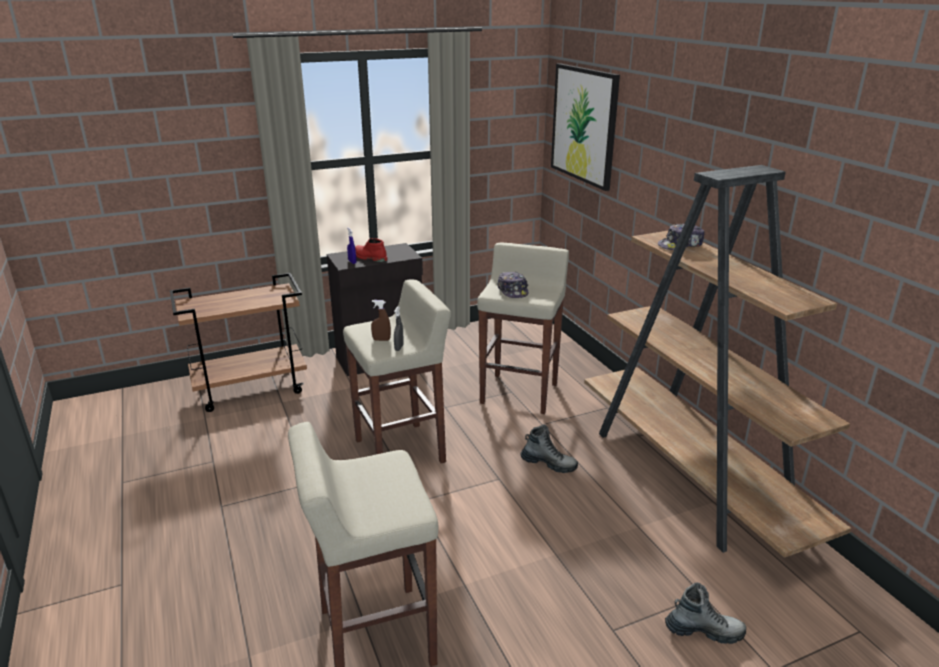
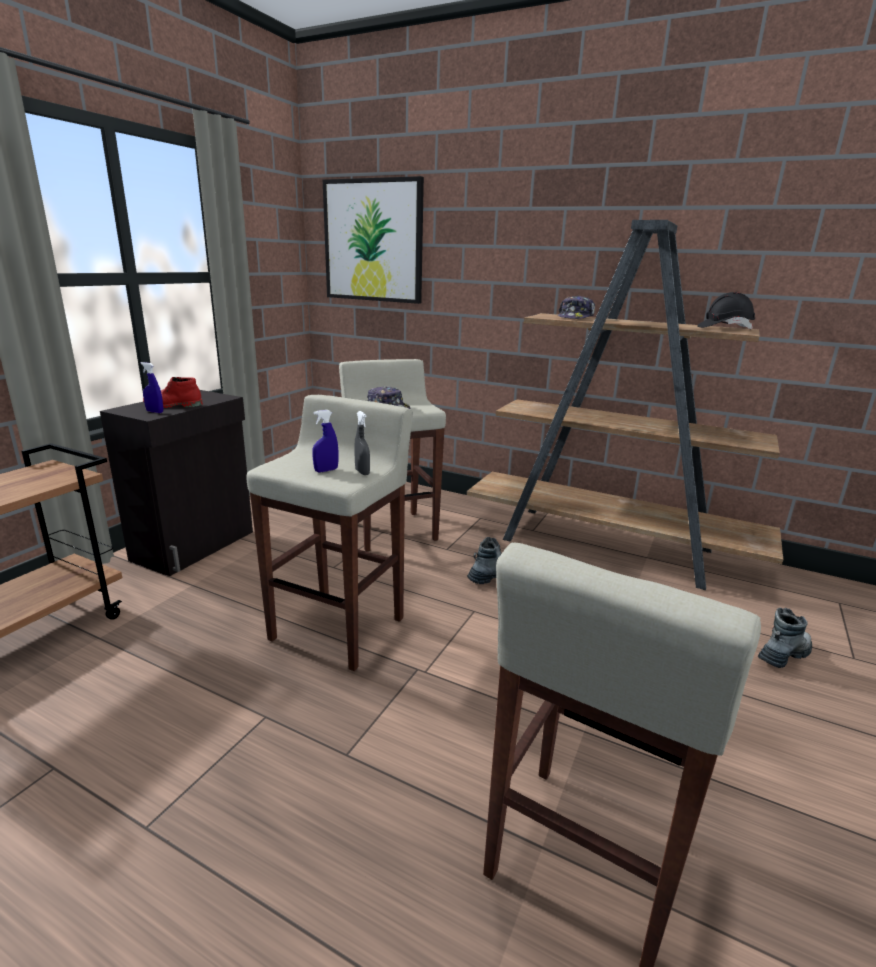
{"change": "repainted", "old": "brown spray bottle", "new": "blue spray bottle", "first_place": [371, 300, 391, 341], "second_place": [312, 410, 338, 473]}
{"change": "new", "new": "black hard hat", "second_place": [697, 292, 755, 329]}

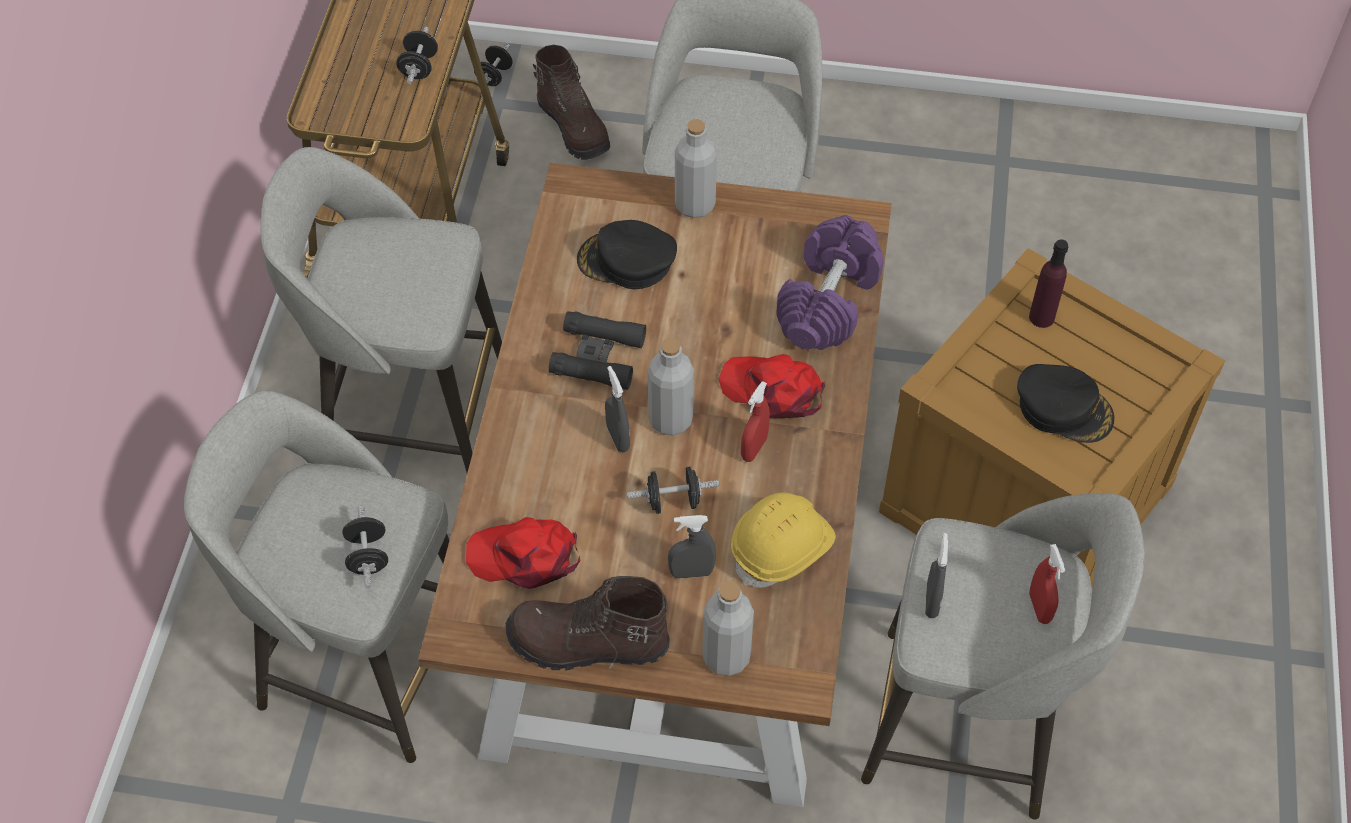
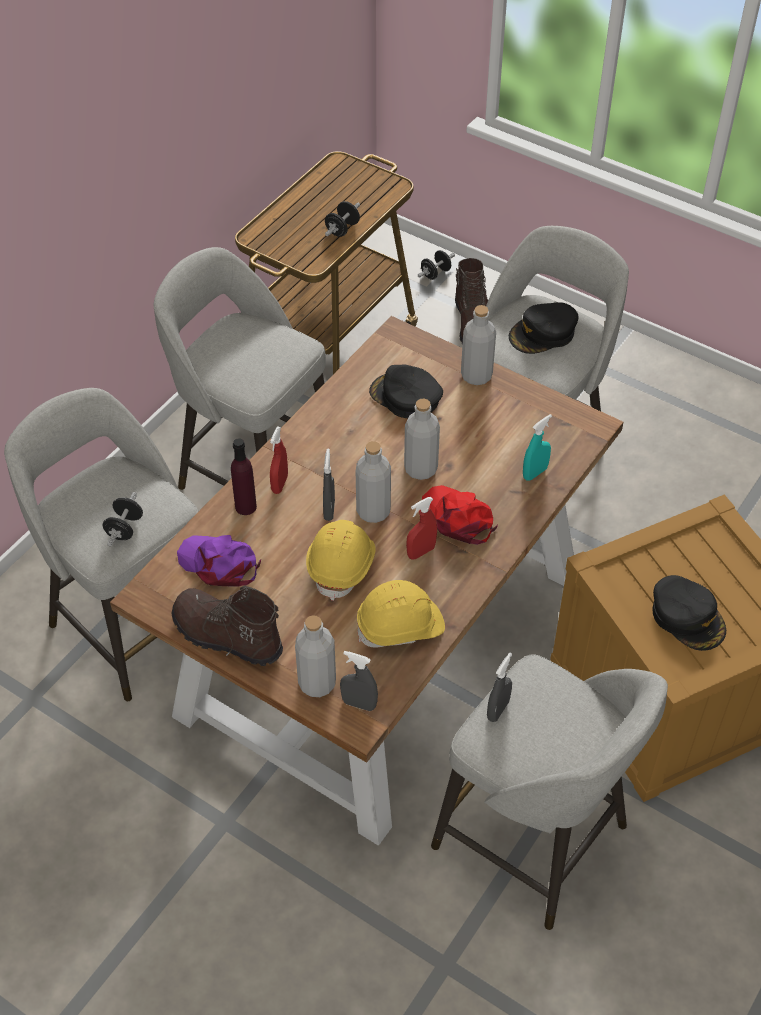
{"change": "swapped", "old": "purple dumbbell", "new": "turquoise spray bottle", "first_place": [776, 215, 884, 350], "second_place": [523, 414, 552, 481]}
{"change": "shifted", "old": "purple bottle", "first_place": [1029, 239, 1068, 328], "second_place": [231, 438, 257, 515]}
{"change": "gone", "old": "black binoculars", "first_place": [548, 311, 646, 390]}
{"change": "swapped", "old": "black dumbbell", "new": "yellow hard hat", "first_place": [627, 466, 719, 514], "second_place": [306, 520, 376, 601]}
{"change": "shifted", "old": "grey spray bottle", "first_place": [668, 515, 716, 579], "second_place": [340, 651, 378, 711]}
{"change": "repainted", "old": "red cap", "new": "purple cap", "first_place": [466, 517, 580, 589], "second_place": [177, 535, 261, 587]}
{"change": "shifted", "old": "red spray bottle", "first_place": [1029, 544, 1065, 624], "second_place": [270, 426, 288, 494]}
{"change": "new", "new": "black cap", "second_place": [509, 302, 579, 354]}
{"change": "new", "new": "grey bottle", "second_place": [404, 398, 440, 480]}

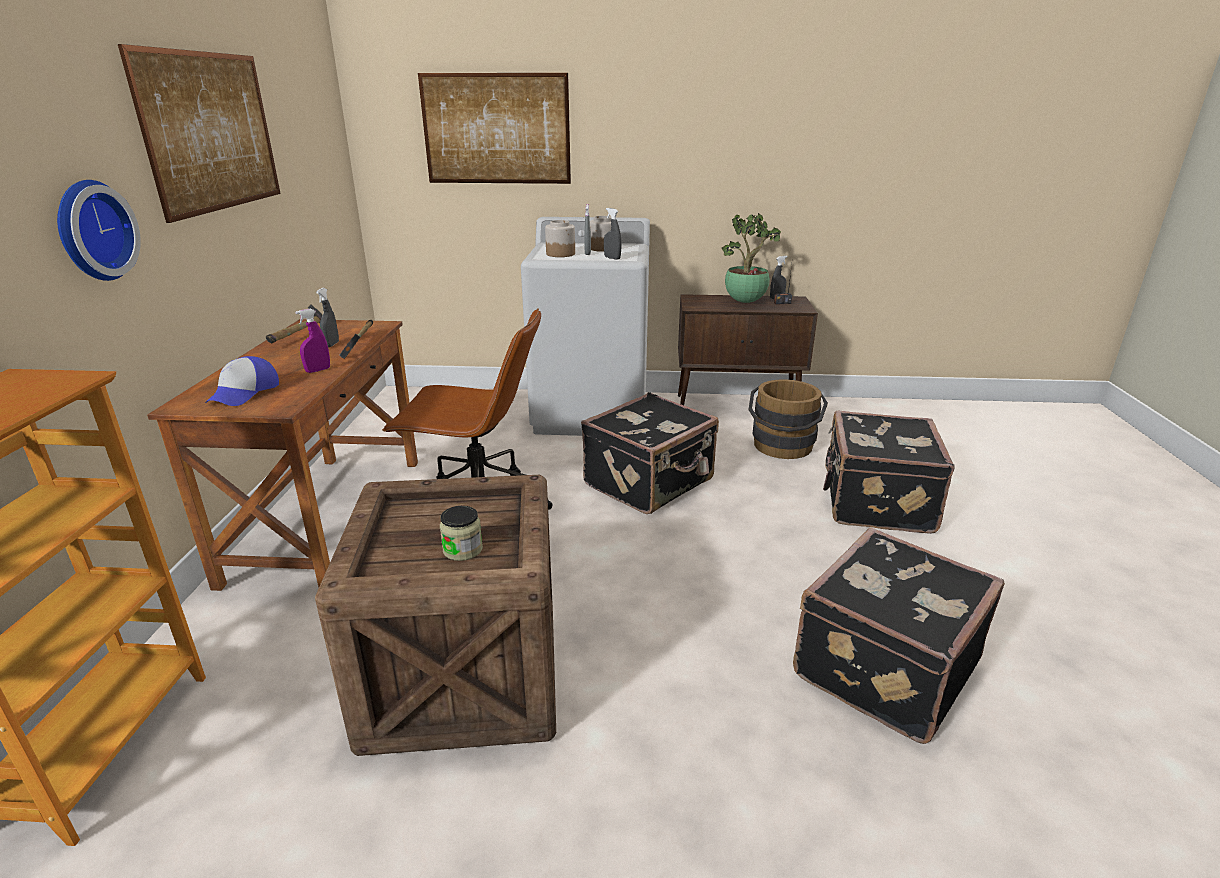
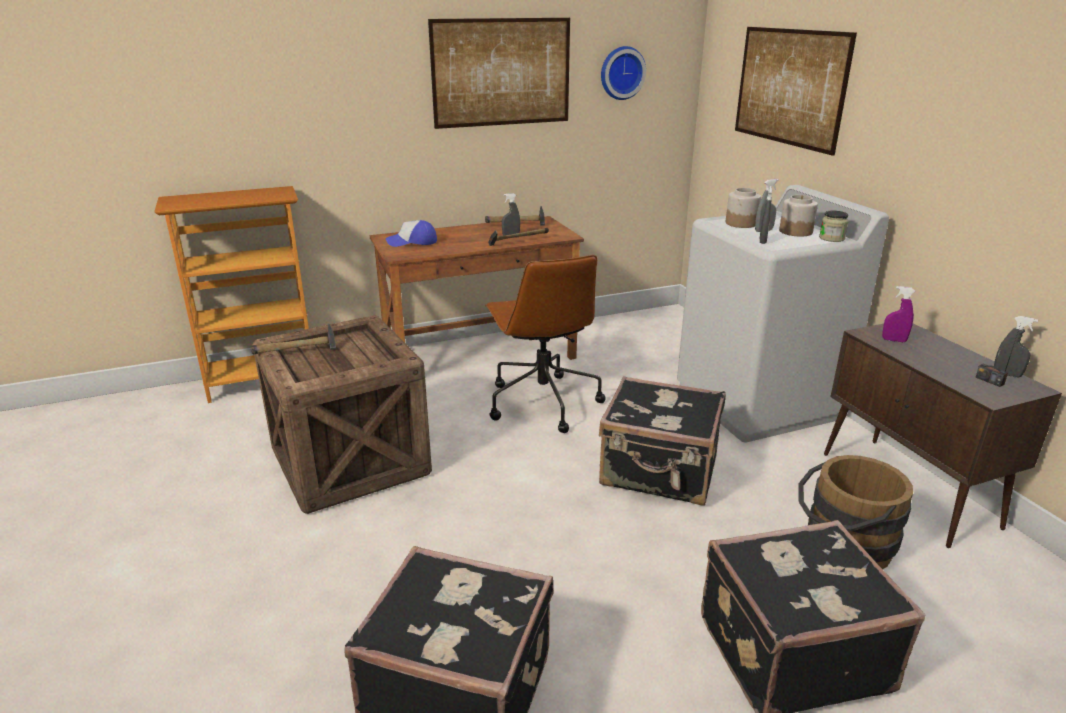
{"change": "shifted", "old": "wall clock", "first_place": [57, 180, 141, 281], "second_place": [601, 46, 646, 100]}
{"change": "gone", "old": "potted plant", "first_place": [721, 213, 781, 303]}
{"change": "shifted", "old": "purple spray bottle", "first_place": [295, 308, 330, 373], "second_place": [882, 286, 915, 342]}
{"change": "shifted", "old": "jar", "first_place": [440, 506, 483, 561], "second_place": [819, 211, 849, 242]}
{"change": "new", "new": "hammer", "second_place": [251, 323, 336, 354]}

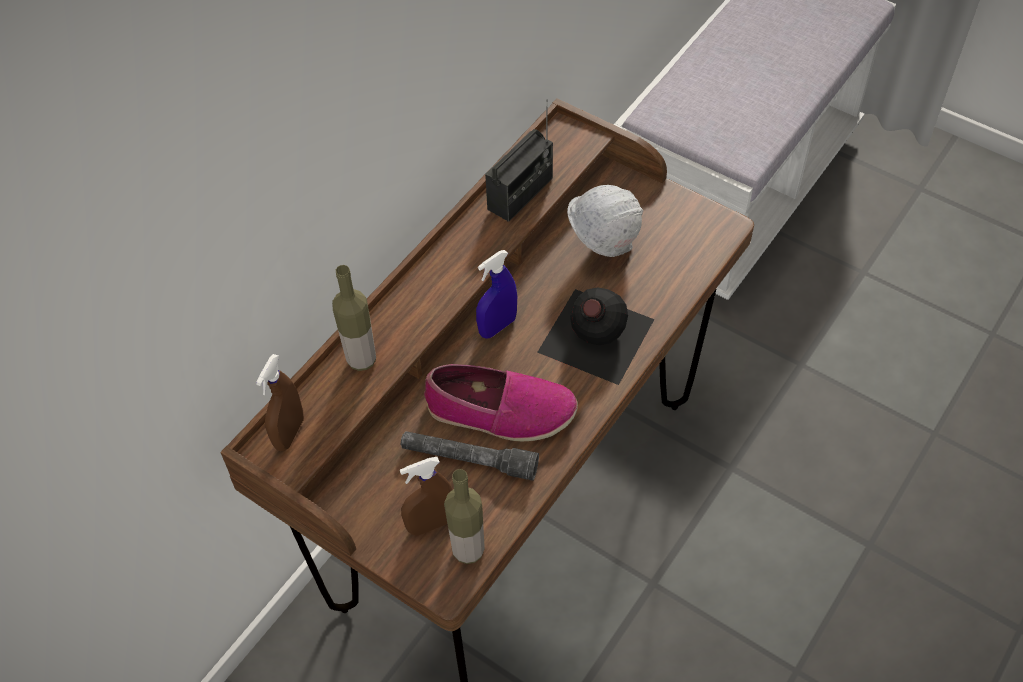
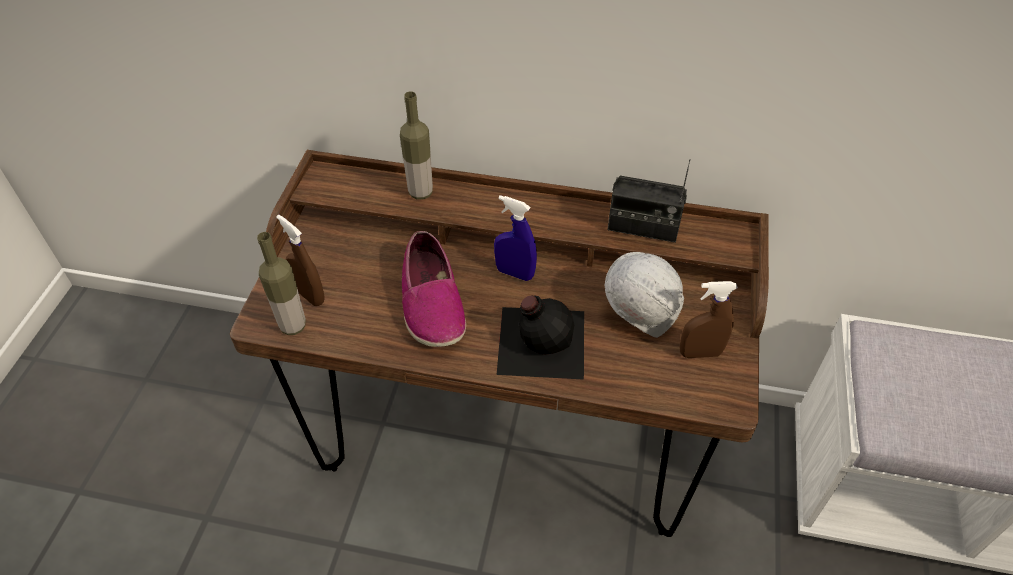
{"change": "shifted", "old": "brown spray bottle", "first_place": [256, 354, 304, 451], "second_place": [679, 281, 738, 358]}
{"change": "gone", "old": "grey flashlight", "first_place": [401, 431, 539, 481]}

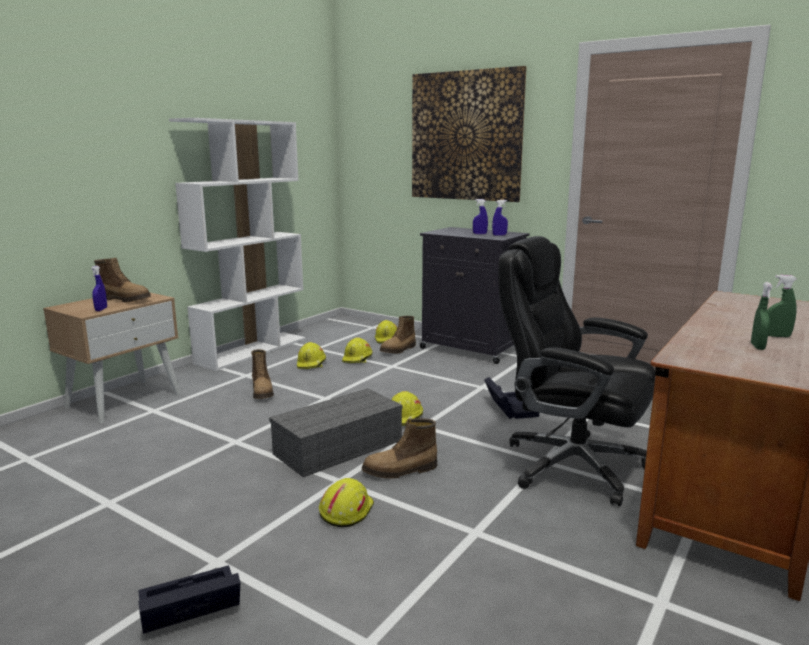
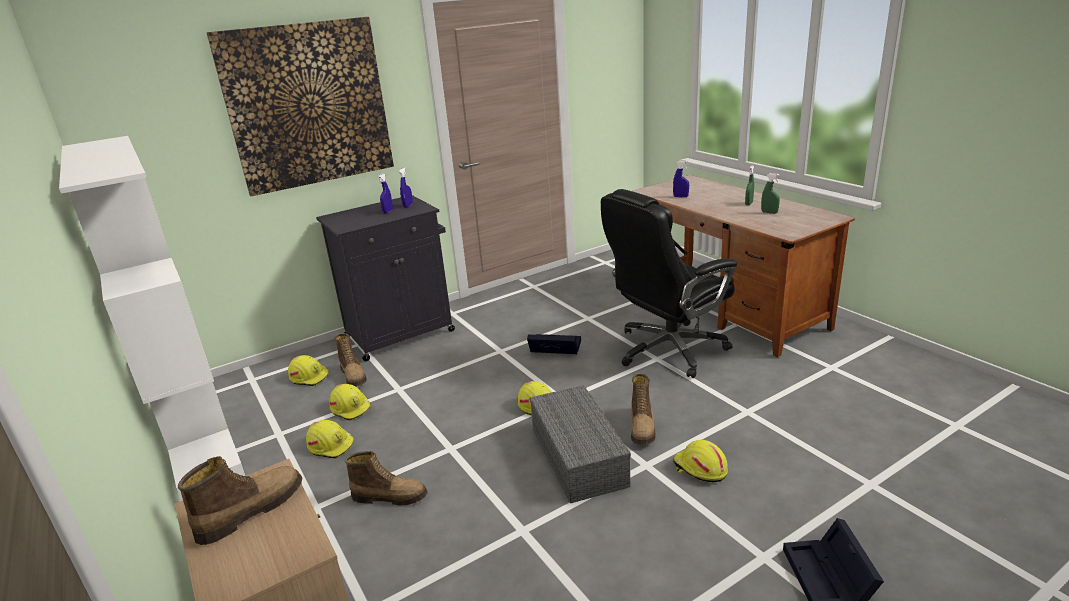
{"change": "shifted", "old": "blue spray bottle", "first_place": [91, 266, 107, 311], "second_place": [673, 161, 689, 198]}

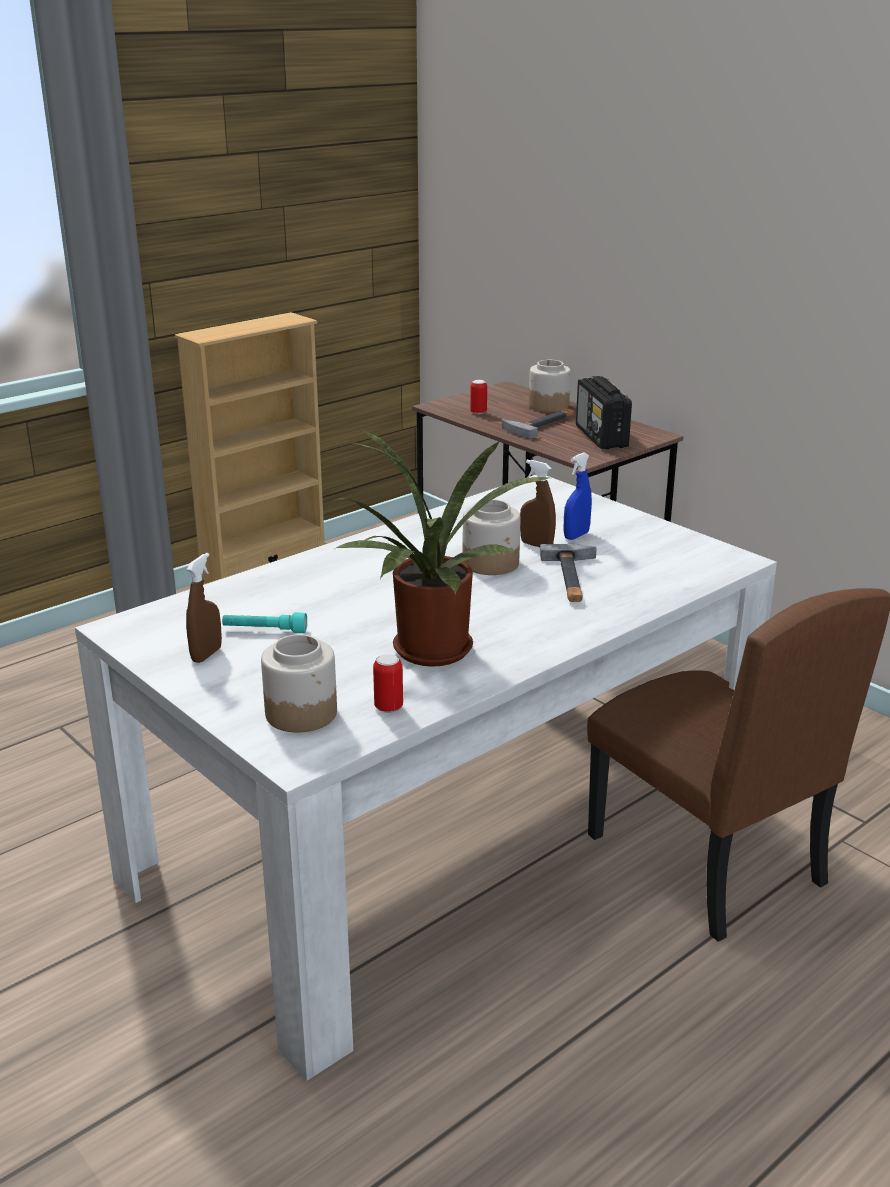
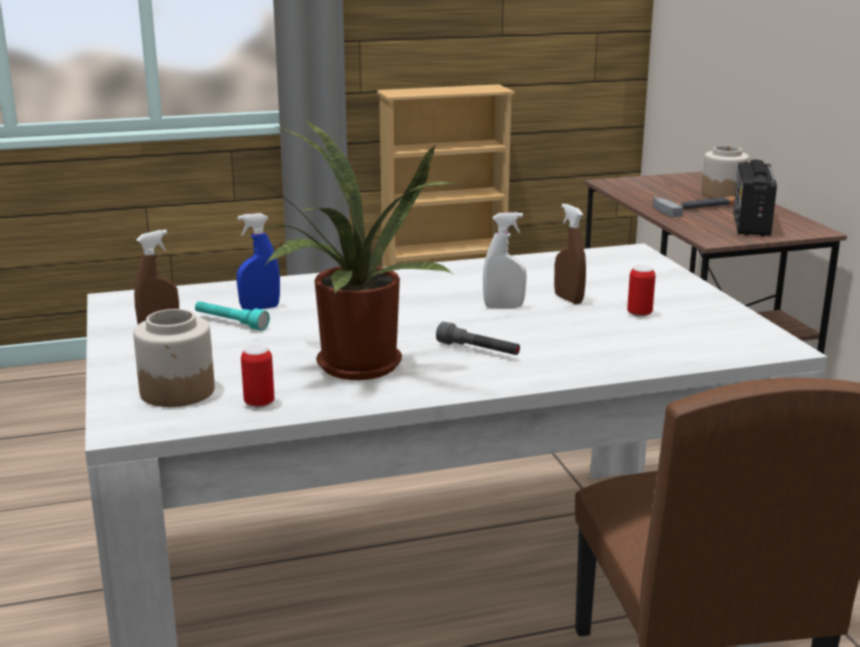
{"change": "shifted", "old": "can", "first_place": [470, 380, 487, 414], "second_place": [627, 265, 656, 317]}
{"change": "shifted", "old": "blue spray bottle", "first_place": [564, 452, 592, 540], "second_place": [237, 213, 280, 310]}
{"change": "swapped", "old": "jar", "new": "white spray bottle", "first_place": [462, 499, 521, 575], "second_place": [483, 212, 527, 308]}
{"change": "gone", "old": "hammer", "first_place": [540, 544, 597, 602]}
{"change": "new", "new": "grey flashlight", "second_place": [436, 322, 520, 355]}

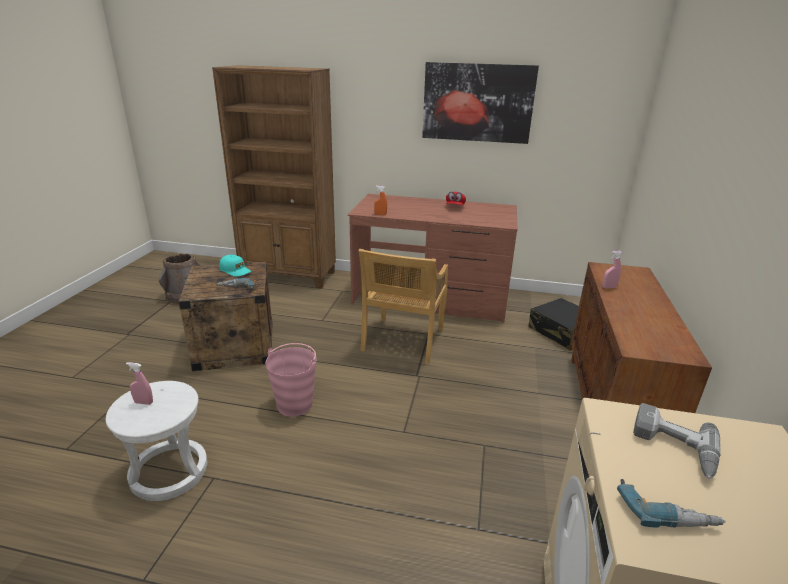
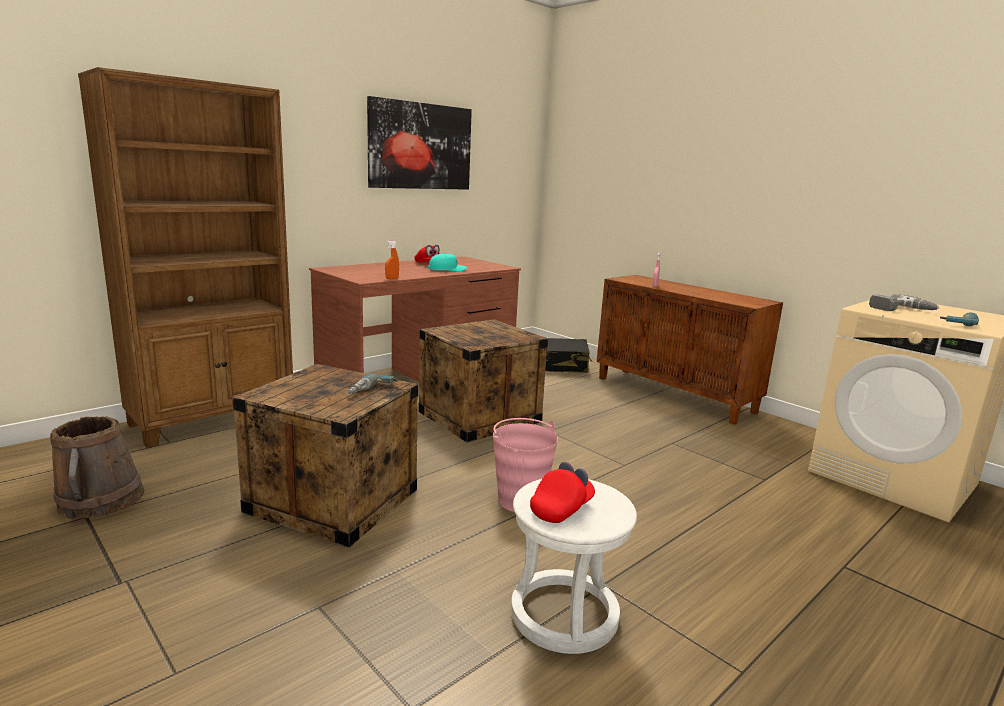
{"change": "swapped", "old": "beige chair", "new": "crate", "first_place": [359, 249, 448, 364], "second_place": [418, 319, 548, 442]}
{"change": "shifted", "old": "turquoise cap", "first_place": [220, 255, 251, 277], "second_place": [428, 253, 467, 272]}
{"change": "swapped", "old": "pink spray bottle", "new": "red cap", "first_place": [126, 362, 153, 405], "second_place": [530, 462, 595, 523]}

